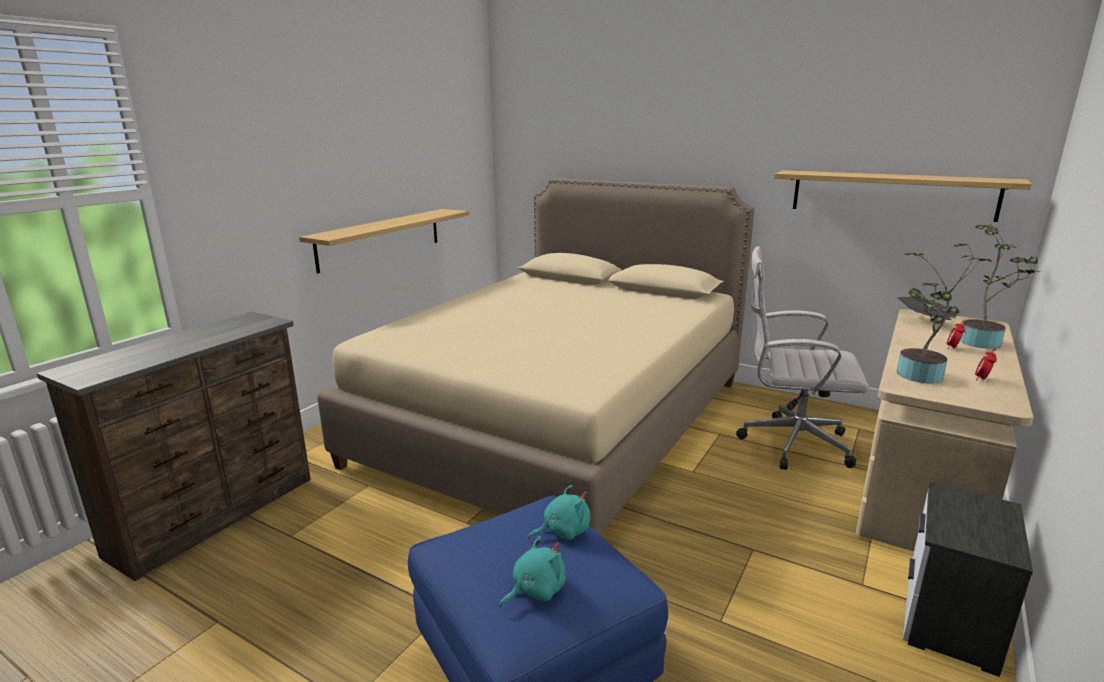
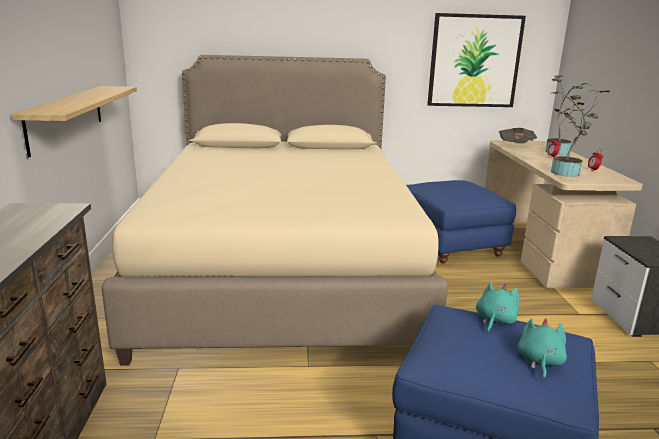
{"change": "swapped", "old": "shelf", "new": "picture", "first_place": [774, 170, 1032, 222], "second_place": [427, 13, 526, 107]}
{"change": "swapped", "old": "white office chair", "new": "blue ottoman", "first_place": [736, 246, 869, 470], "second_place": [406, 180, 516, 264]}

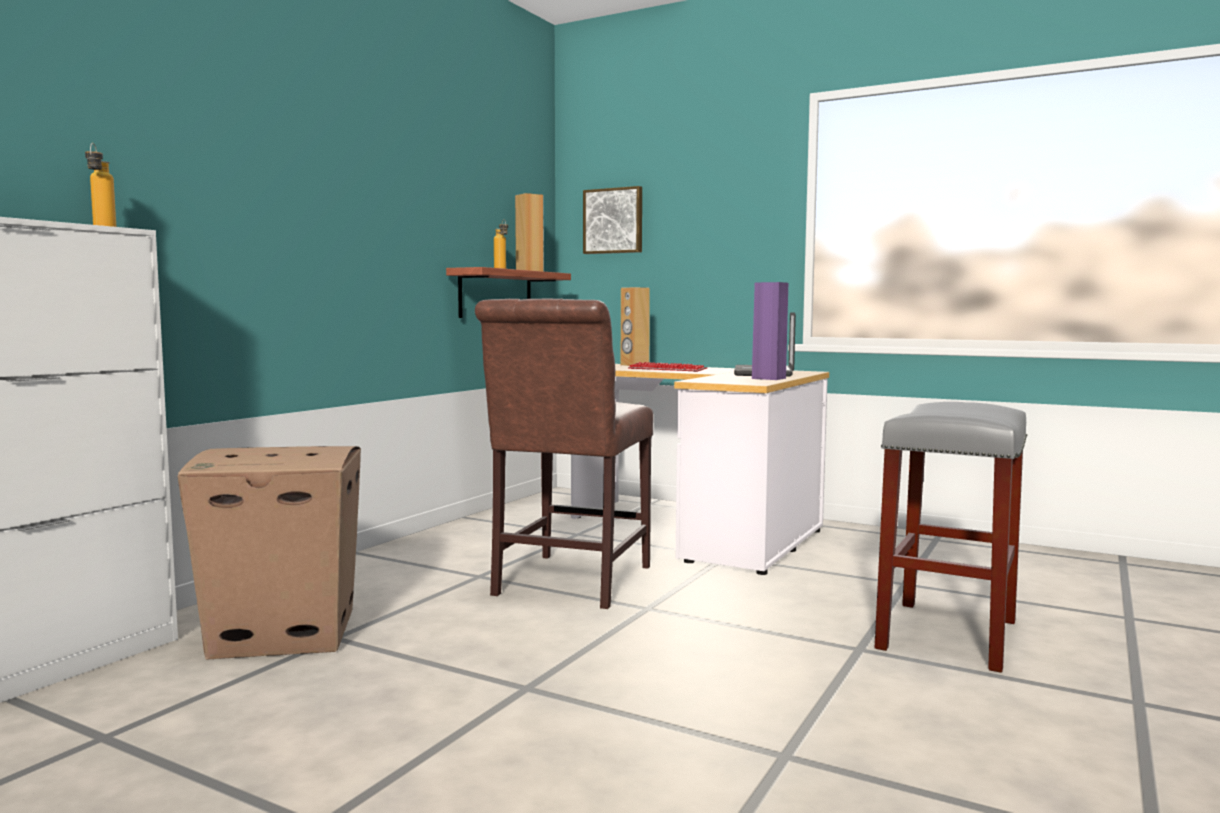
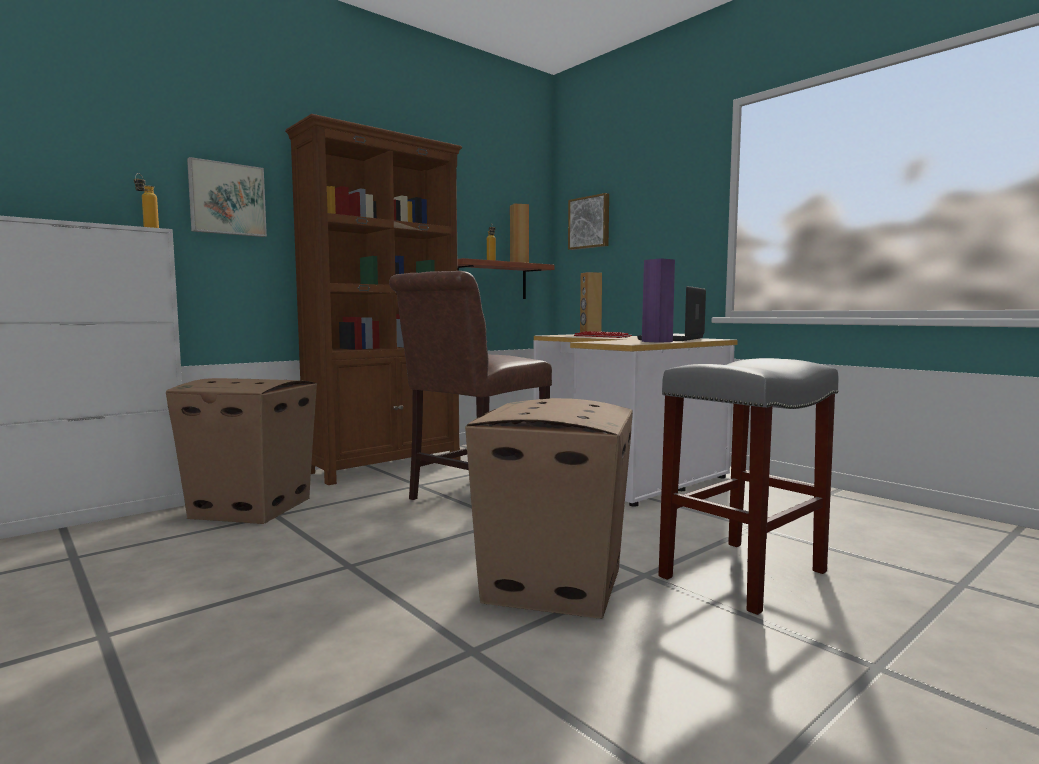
{"change": "new", "new": "brown bookcase", "second_place": [285, 114, 462, 485]}
{"change": "new", "new": "picture", "second_place": [187, 157, 267, 237]}
{"change": "new", "new": "cardboard box", "second_place": [465, 398, 633, 619]}

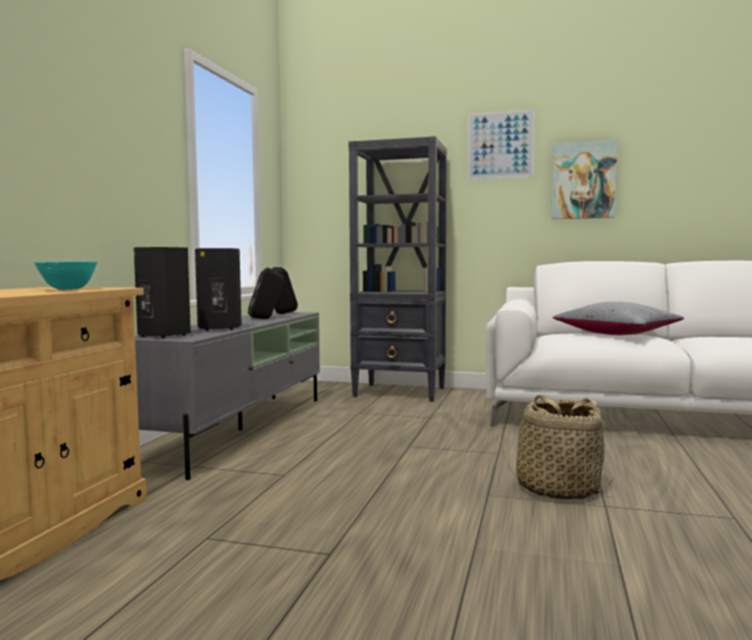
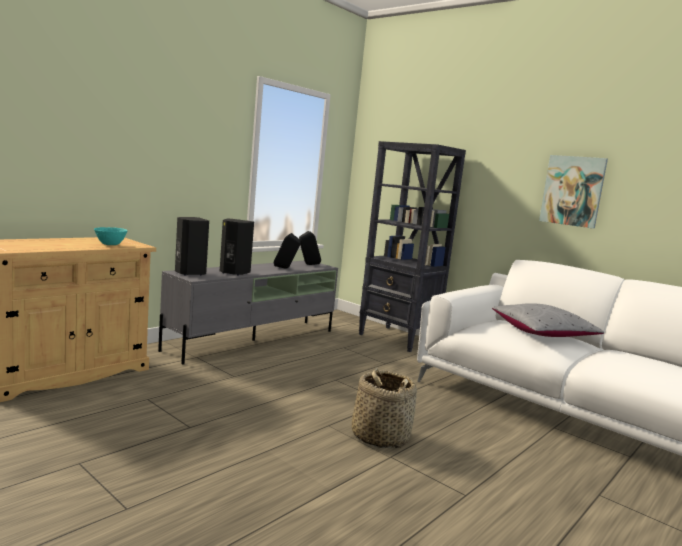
{"change": "gone", "old": "picture", "first_place": [467, 109, 535, 180]}

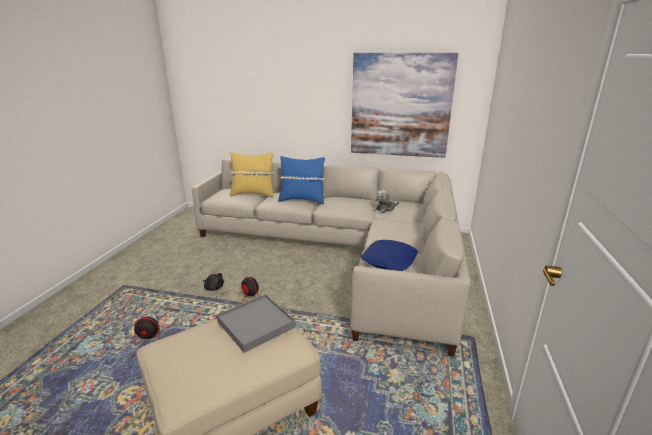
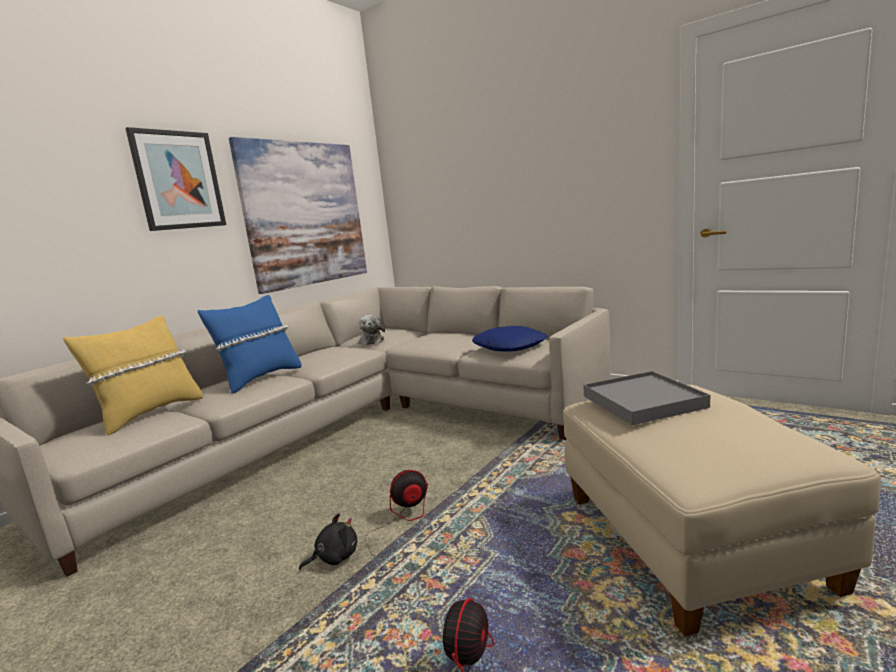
{"change": "new", "new": "picture", "second_place": [125, 127, 226, 231]}

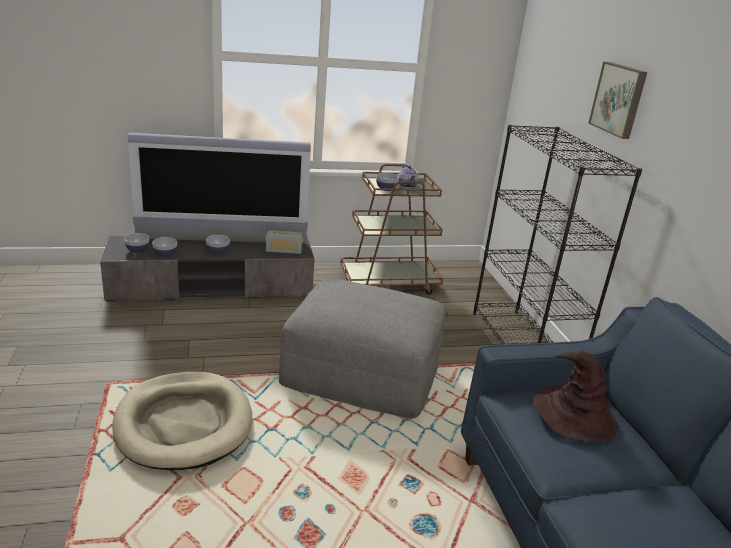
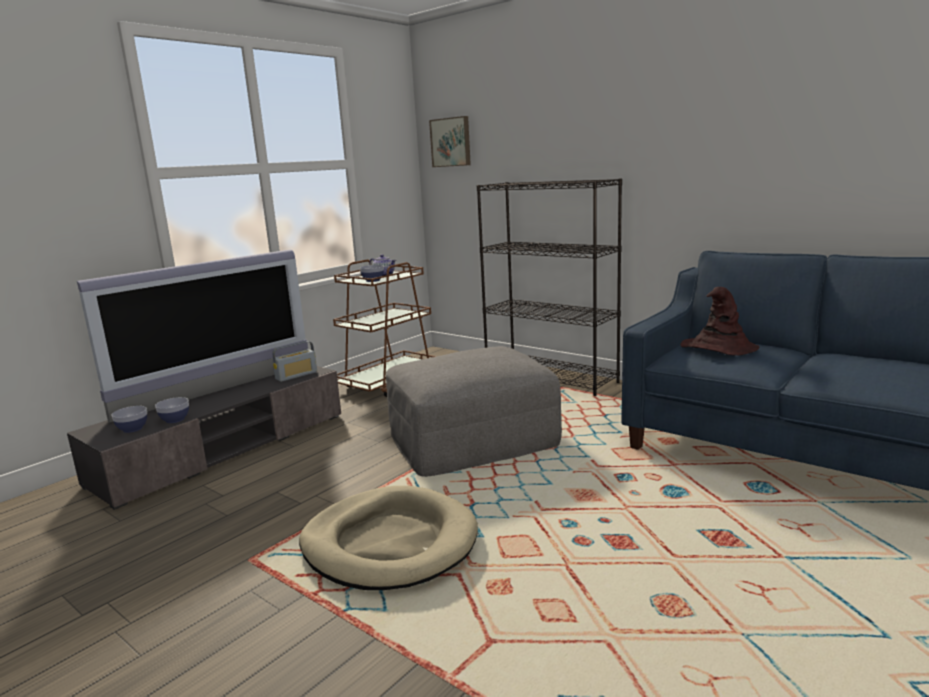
{"change": "shifted", "old": "picture", "first_place": [588, 62, 647, 139], "second_place": [429, 116, 471, 167]}
{"change": "gone", "old": "bowl", "first_place": [206, 235, 230, 255]}

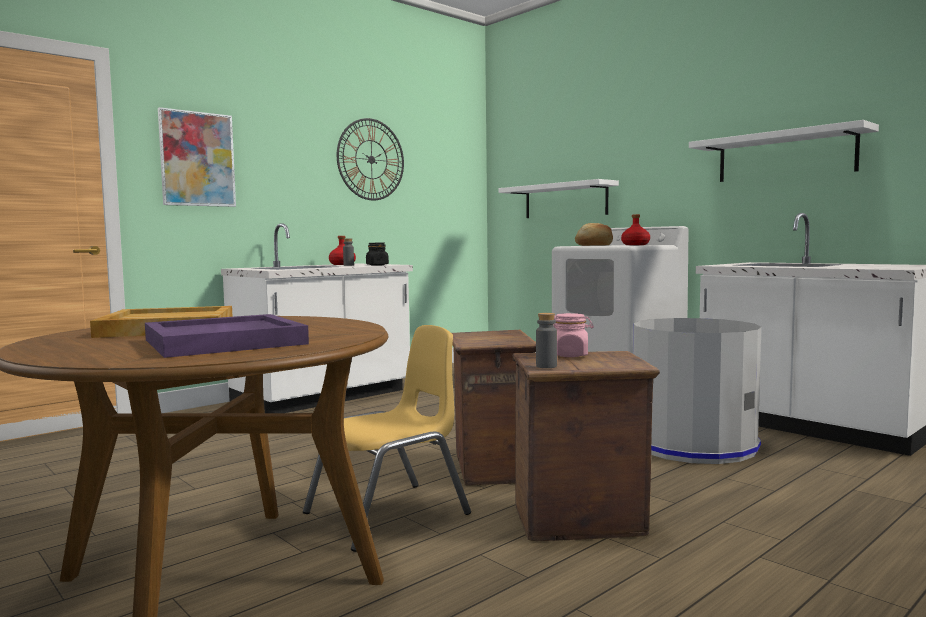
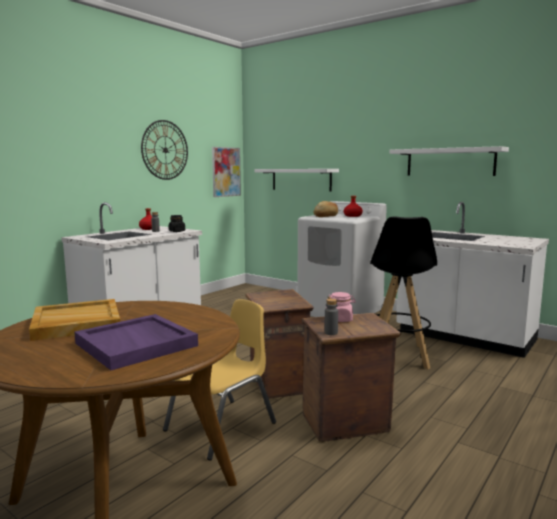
{"change": "shifted", "old": "picture", "first_place": [158, 107, 236, 207], "second_place": [212, 147, 241, 197]}
{"change": "swapped", "old": "grey trash can", "new": "black stool", "first_place": [633, 318, 761, 464], "second_place": [370, 216, 437, 369]}

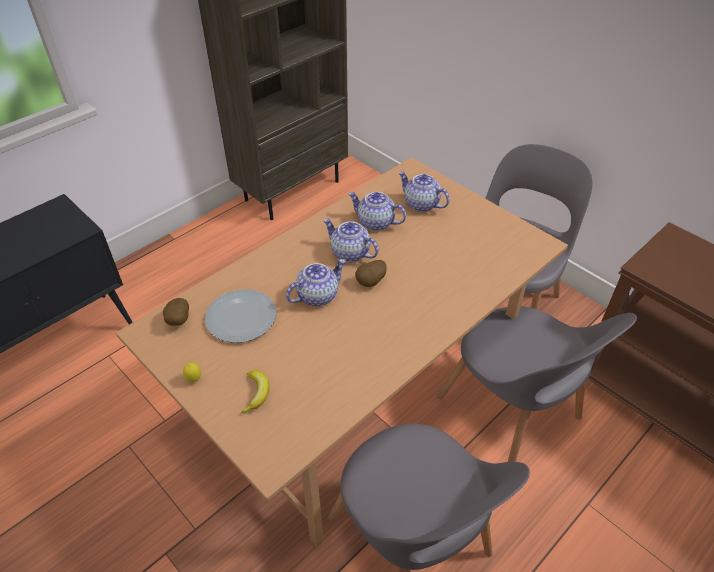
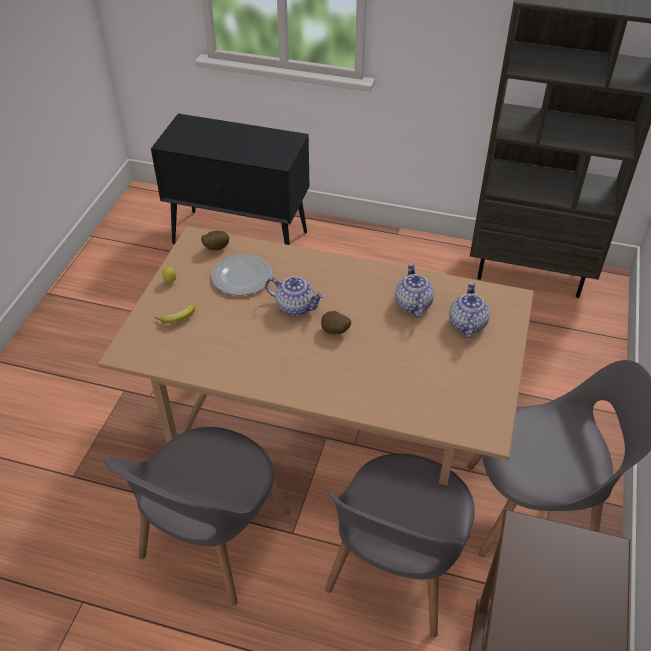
{"change": "gone", "old": "teapot", "first_place": [323, 219, 379, 262]}

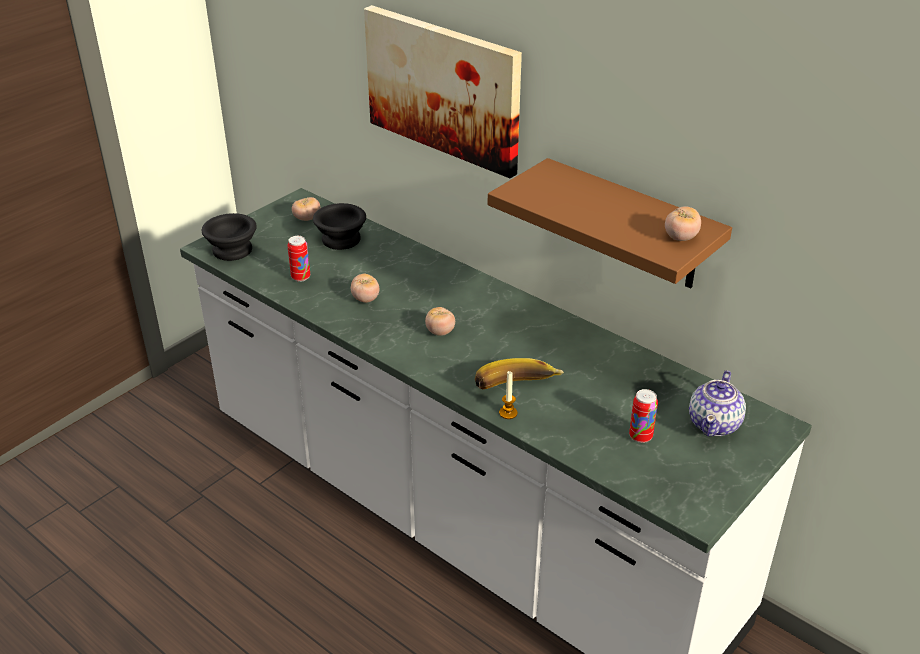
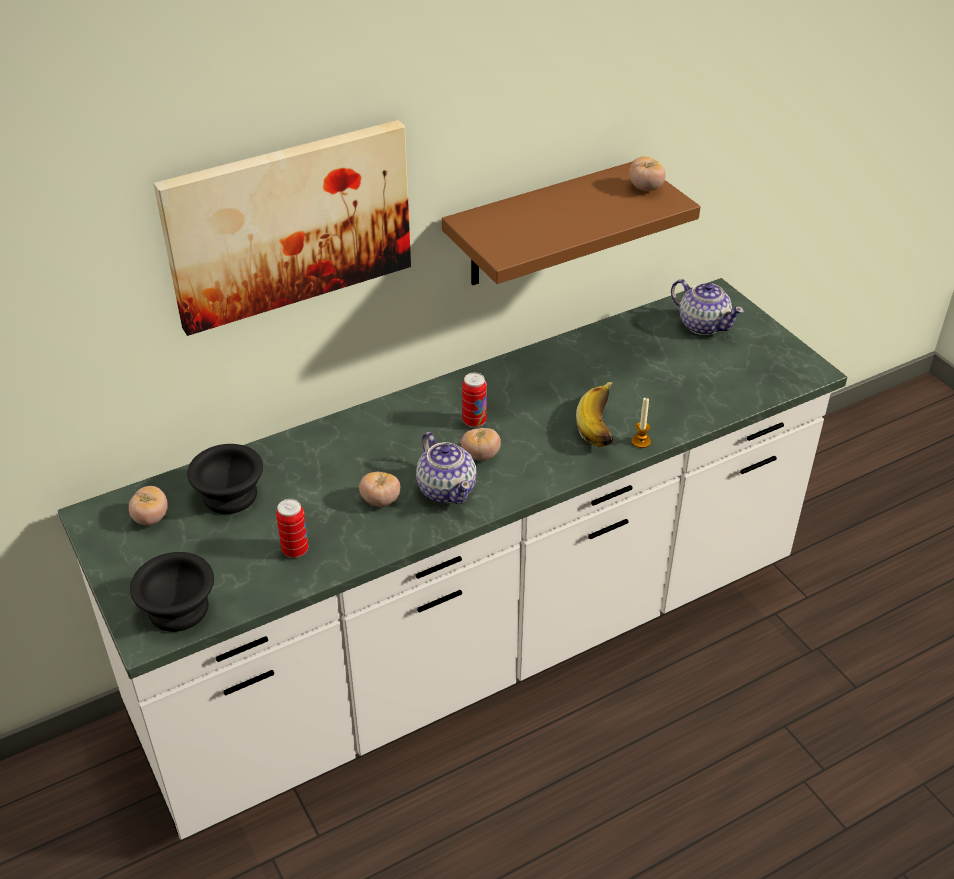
{"change": "shifted", "old": "can", "first_place": [629, 389, 658, 443], "second_place": [462, 373, 487, 427]}
{"change": "new", "new": "teapot", "second_place": [416, 432, 476, 504]}

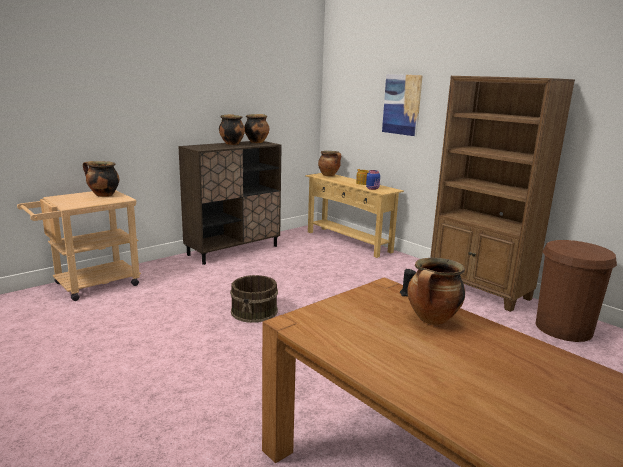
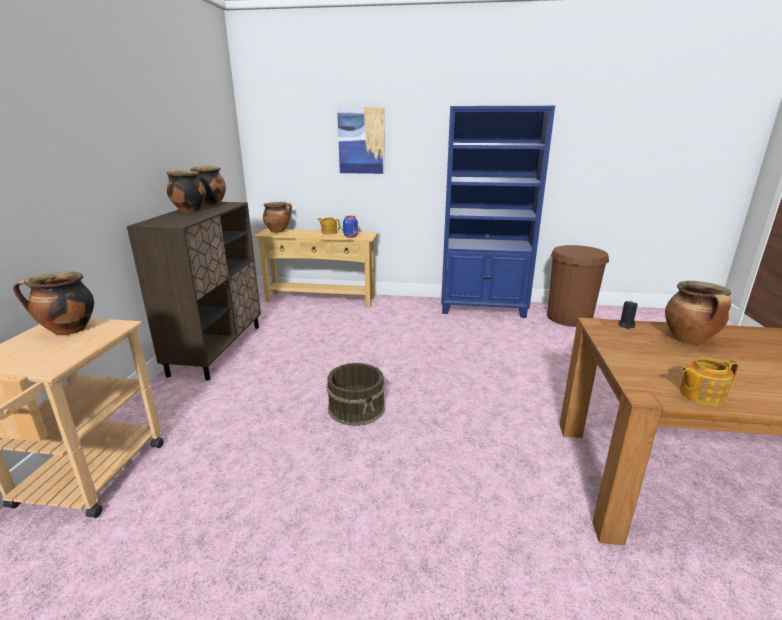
{"change": "repainted", "old": "brown bookcase", "new": "blue bookcase", "first_place": [430, 76, 575, 312], "second_place": [441, 106, 555, 318]}
{"change": "new", "new": "teapot", "second_place": [680, 357, 739, 406]}

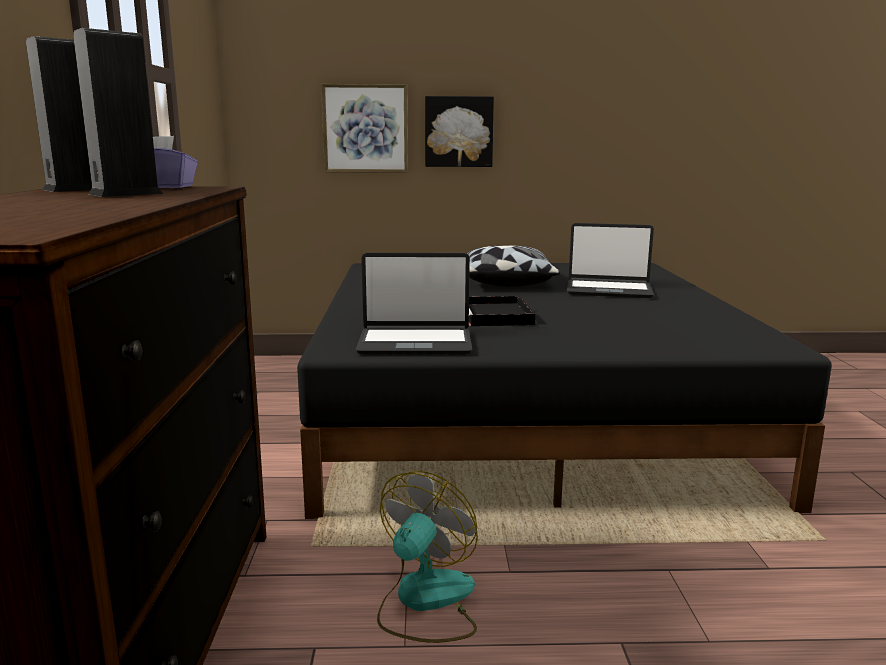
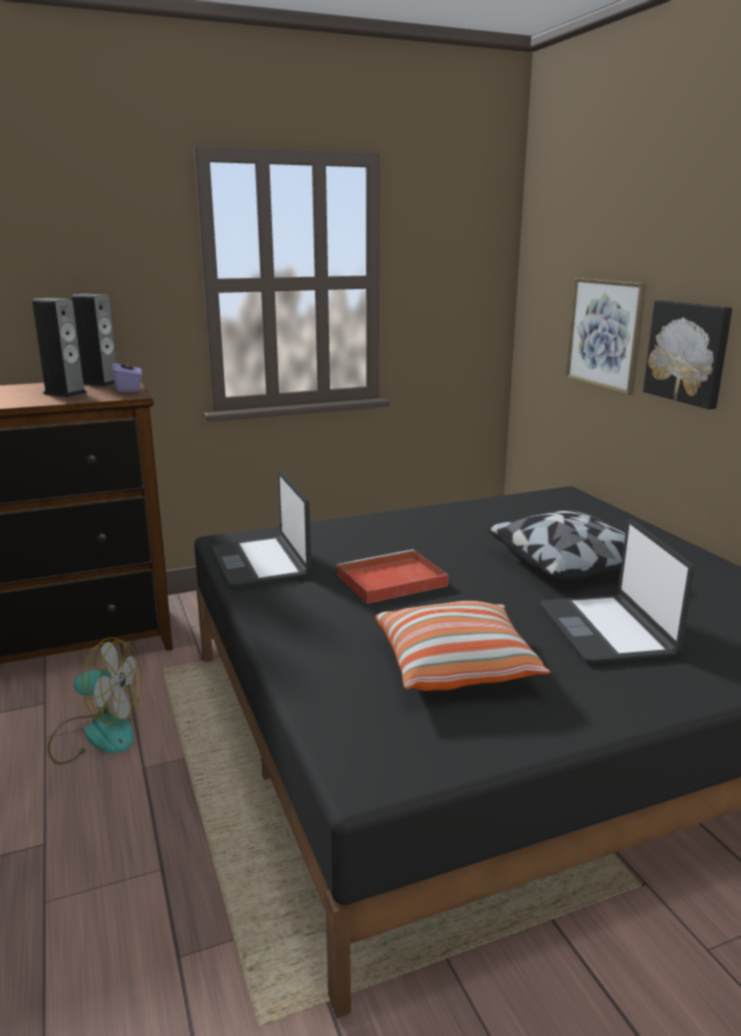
{"change": "repainted", "old": "black tray", "new": "red tray", "first_place": [469, 296, 536, 326], "second_place": [336, 549, 448, 604]}
{"change": "new", "new": "pillow", "second_place": [375, 601, 551, 691]}

